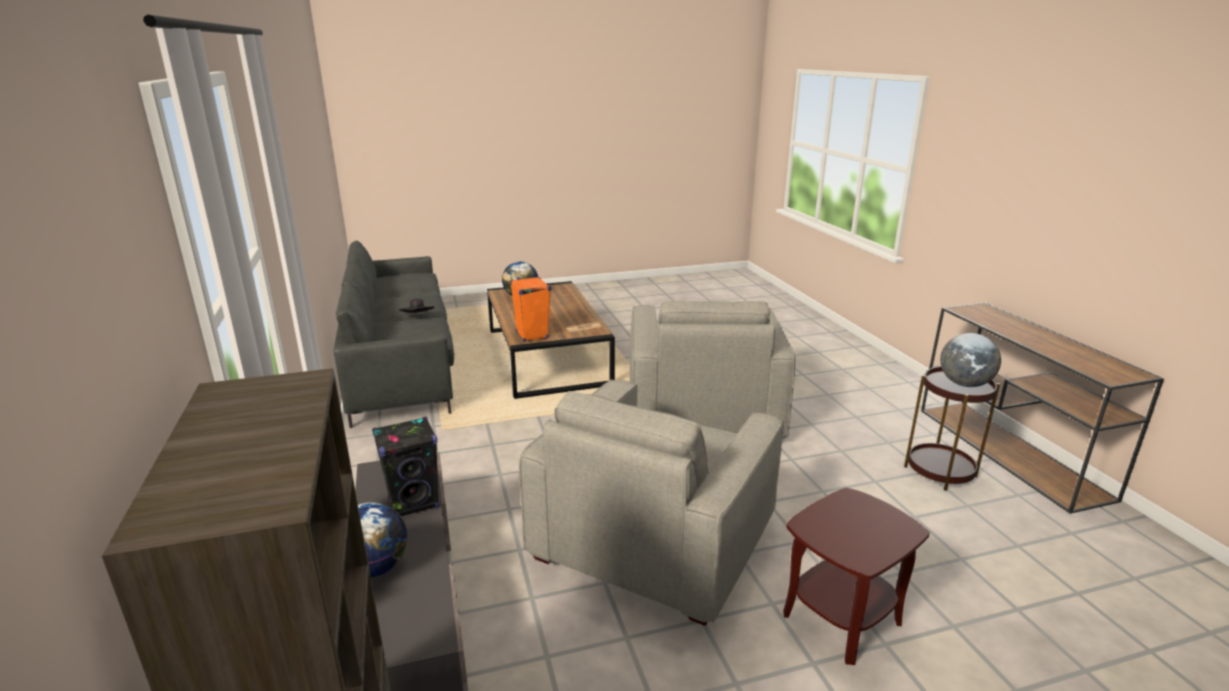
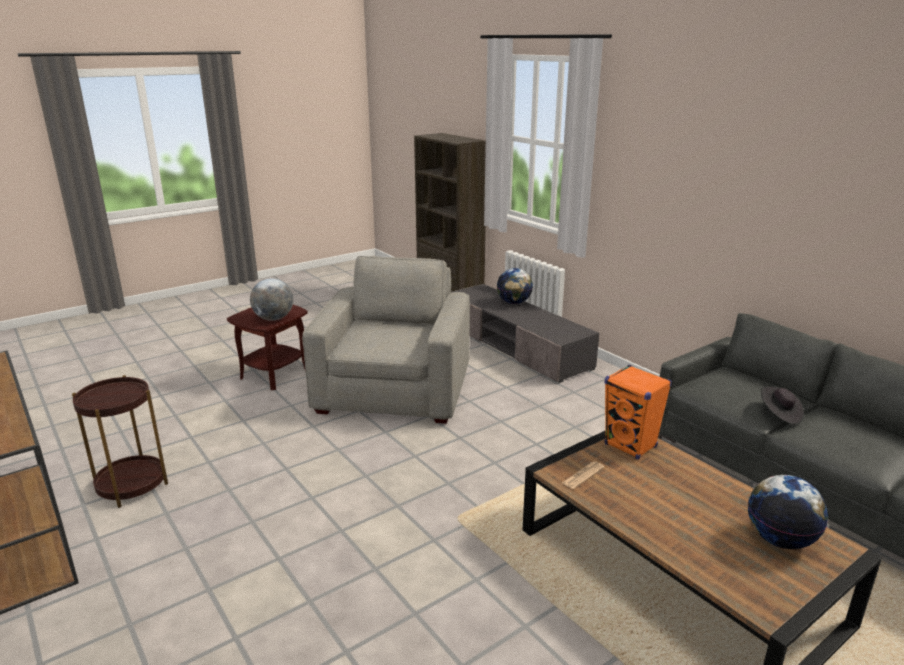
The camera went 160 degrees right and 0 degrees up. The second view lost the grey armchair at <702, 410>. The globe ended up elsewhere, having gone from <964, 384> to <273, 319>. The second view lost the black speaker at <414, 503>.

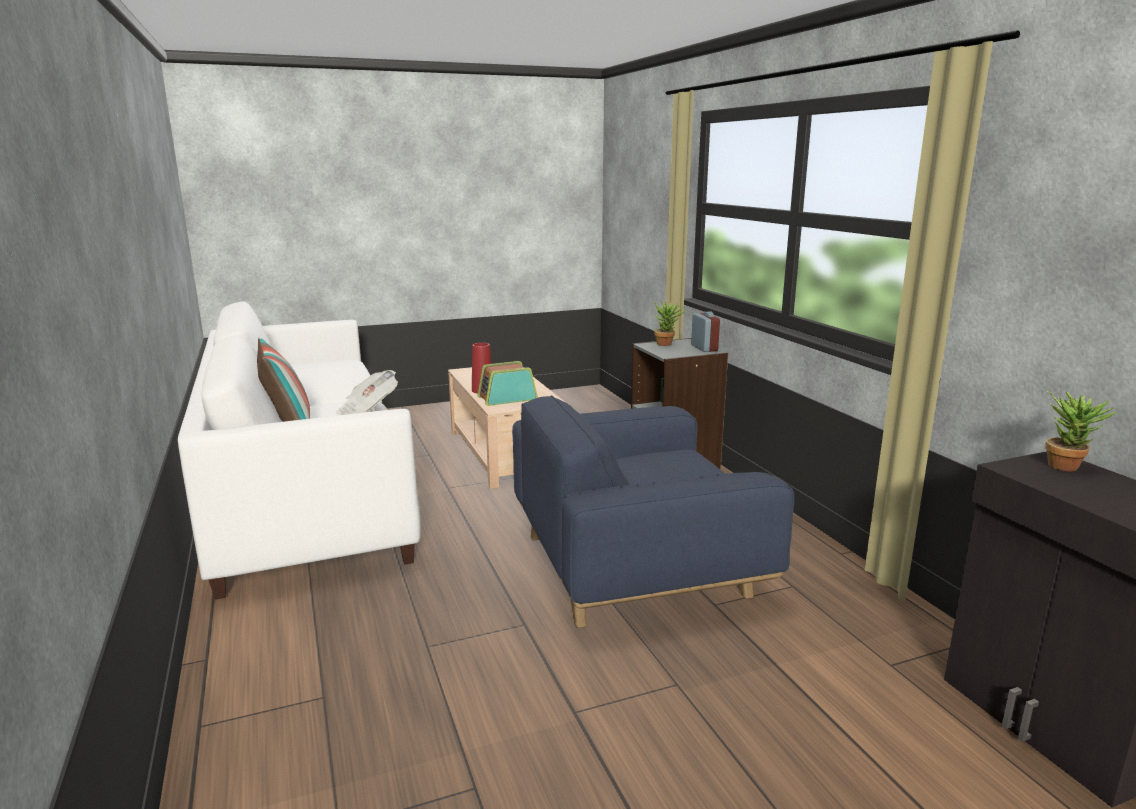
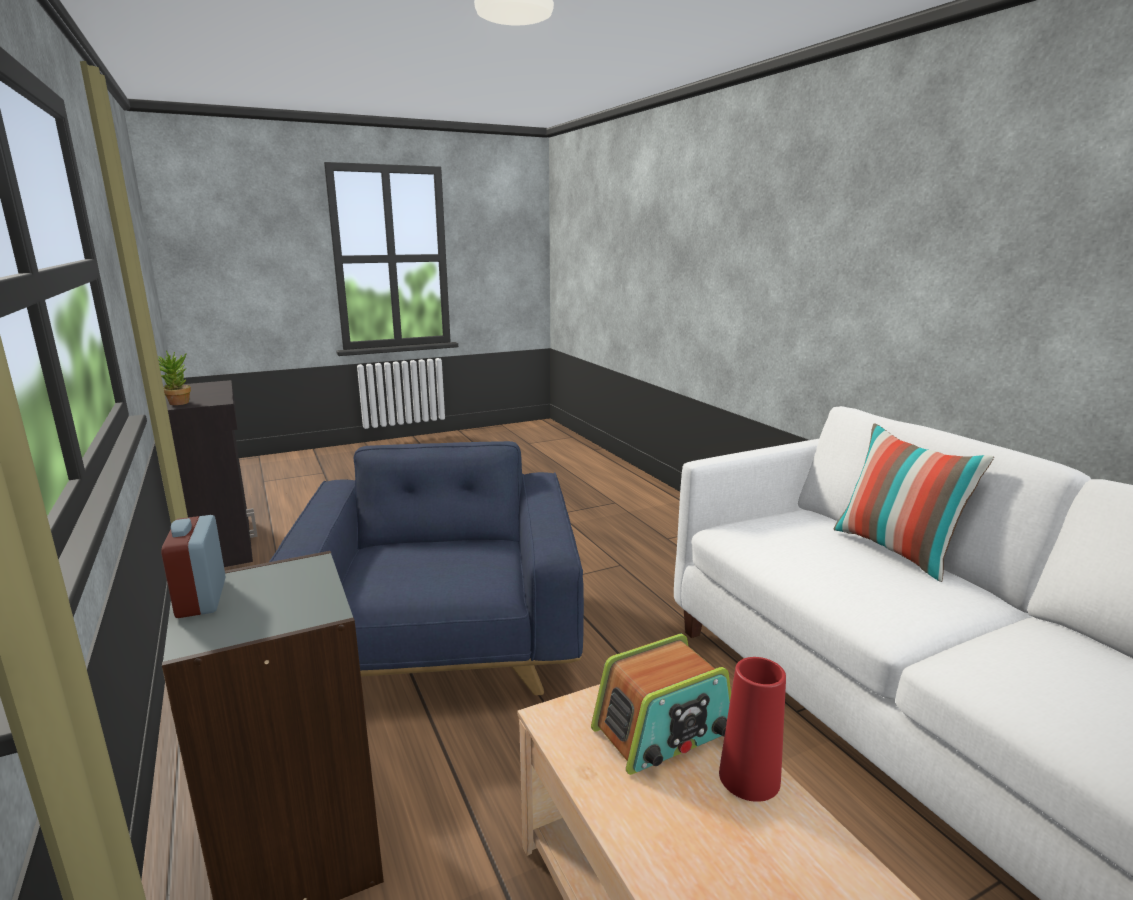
The camera went 175 degrees right and 0 degrees up. The second view lost the potted plant at <667, 344>. The second view lost the newspaper at <368, 409>. The blue armchair at <635, 565> ended up facing another way, 75 degrees counterclockwise from before.

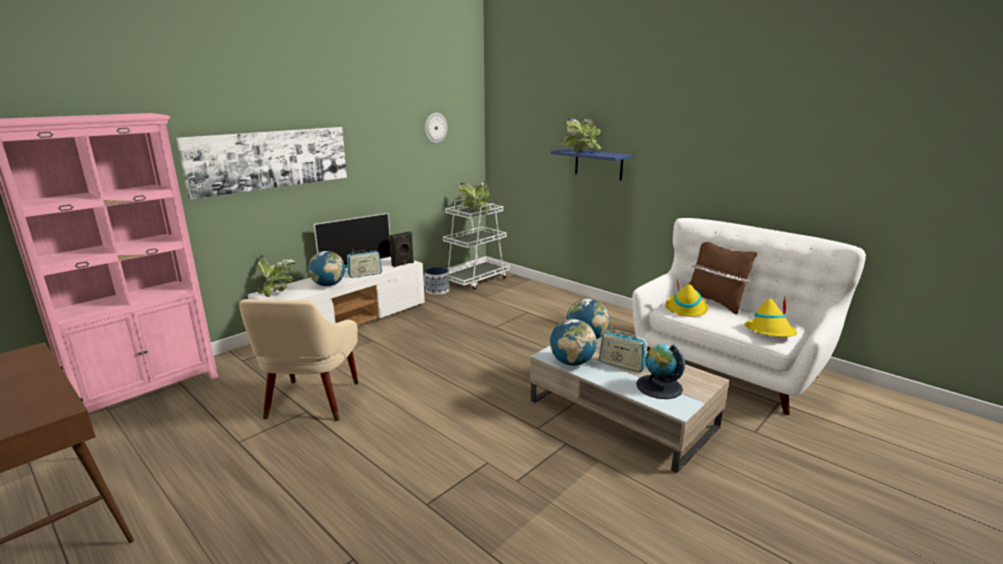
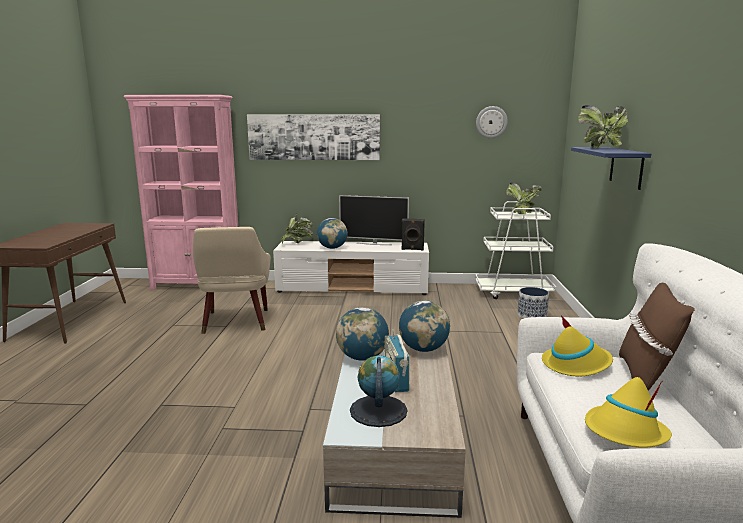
The camera went 50 degrees right and 5 degrees down. The second view lost the radio at <365, 274>. The planter ended up elsewhere, having gone from <437, 291> to <532, 316>. The beige armchair at <310, 404> ended up facing another way, 60 degrees counterclockwise from before.

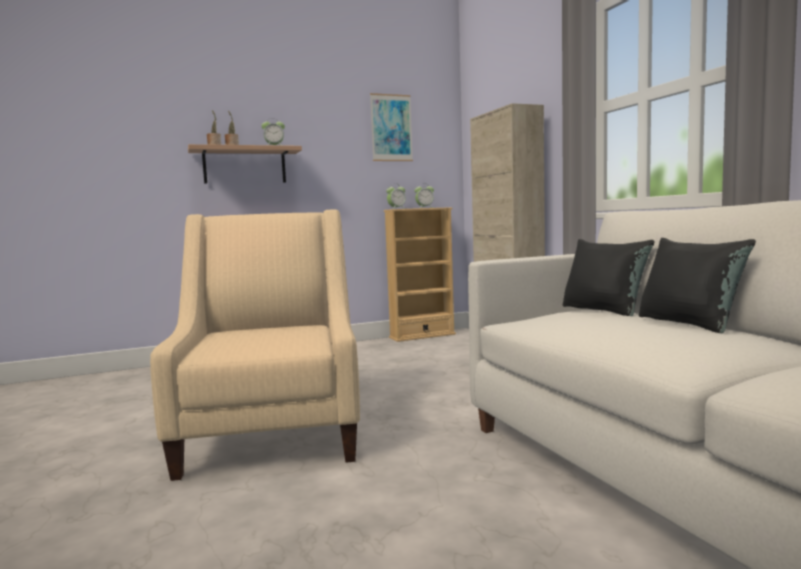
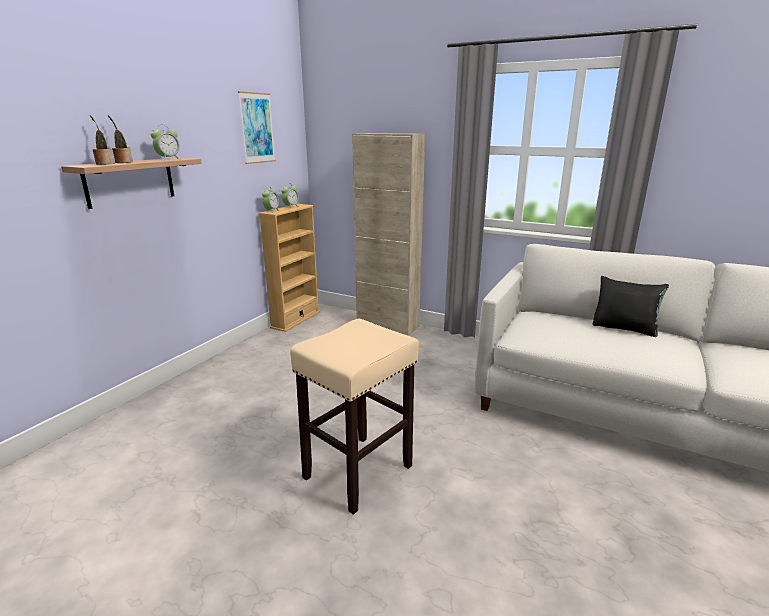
The camera went 40 degrees left and 15 degrees up. Where the beige armchair stood at <272, 434>, the beige stool came to stand at <359, 471>. The second view lost the black pillow at <604, 310>.

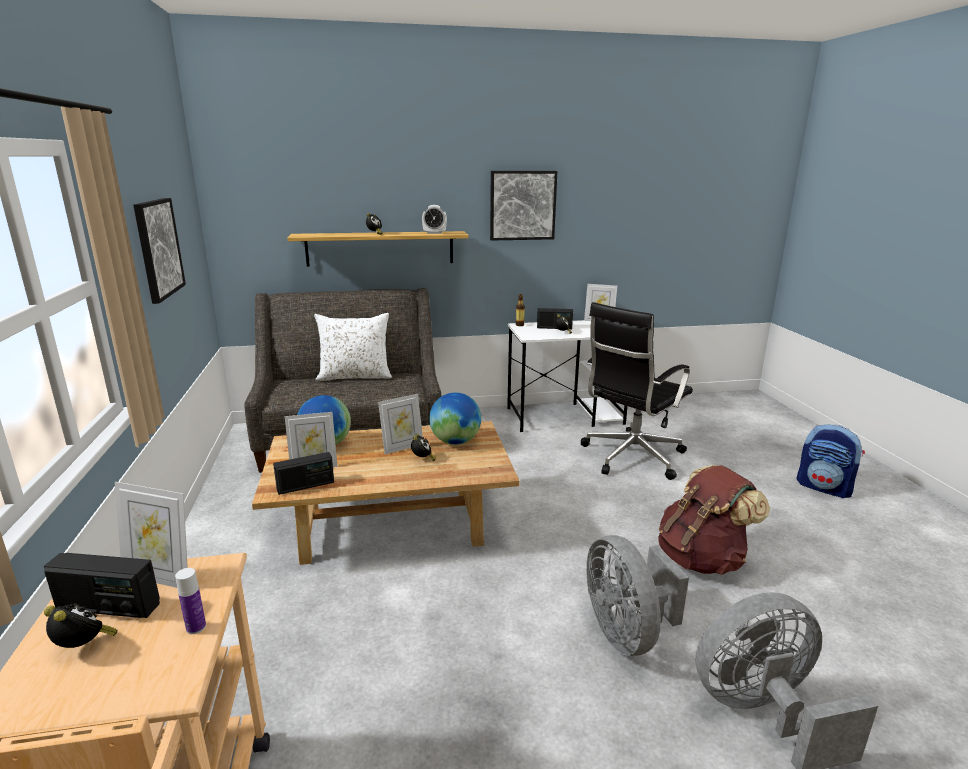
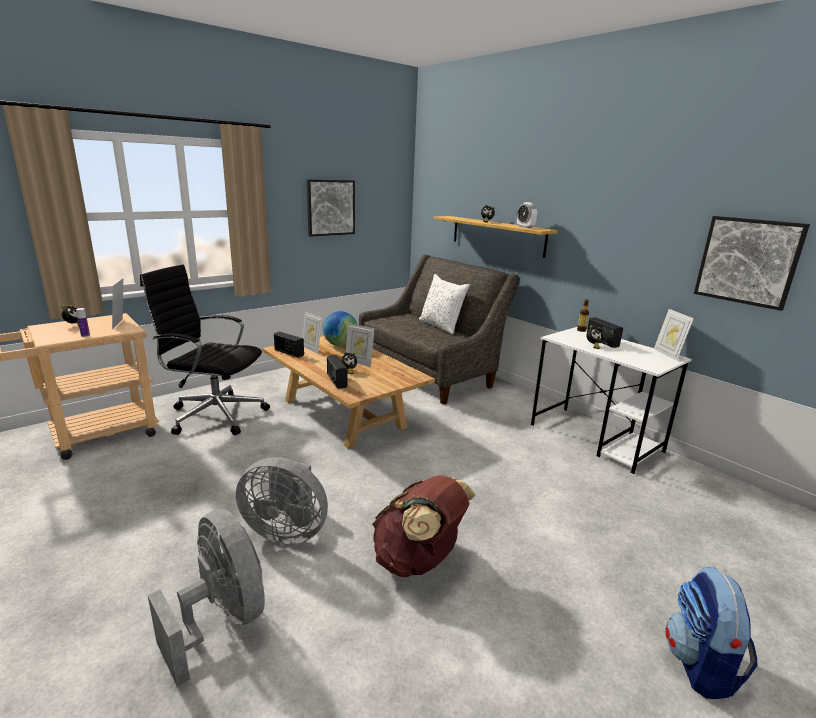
The camera went 60 degrees right and 0 degrees up. The picture ended up elsewhere, having gone from <522, 205> to <748, 261>. The black office chair ended up elsewhere, having gone from <630, 457> to <215, 414>. The second view lost the globe at <455, 442>. The grey fan at <626, 633> ended up facing another way, 120 degrees counterclockwise from before. The radio ended up elsewhere, having gone from <108, 607> to <336, 380>.

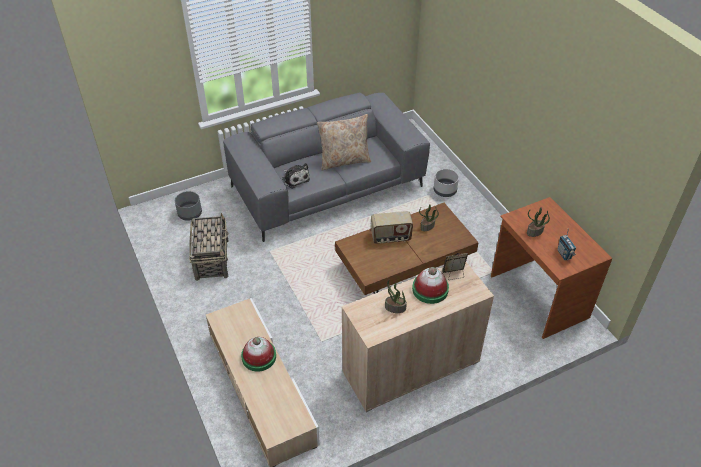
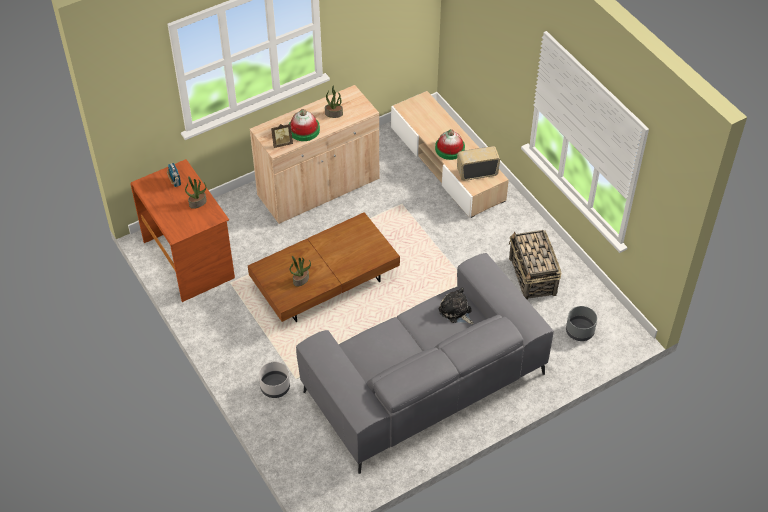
The camera went 175 degrees right and 5 degrees up. The second view lost the beige pillow at <344, 160>. The radio ended up elsewhere, having gone from <391, 237> to <477, 172>.

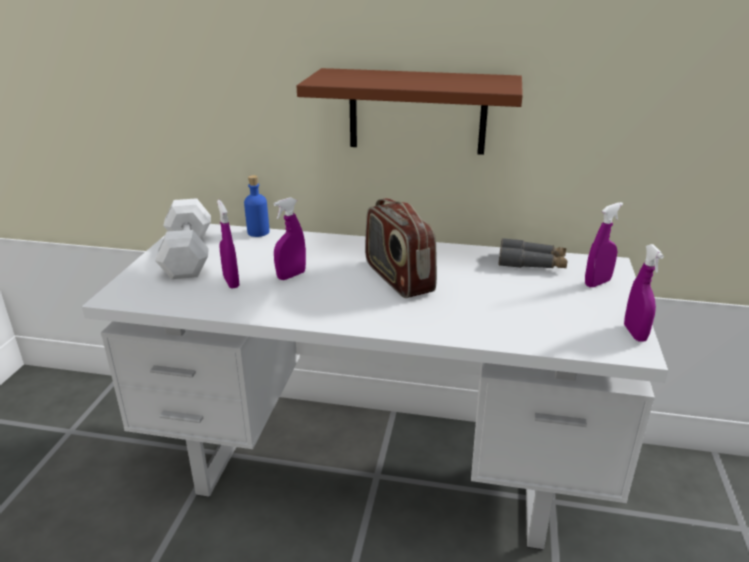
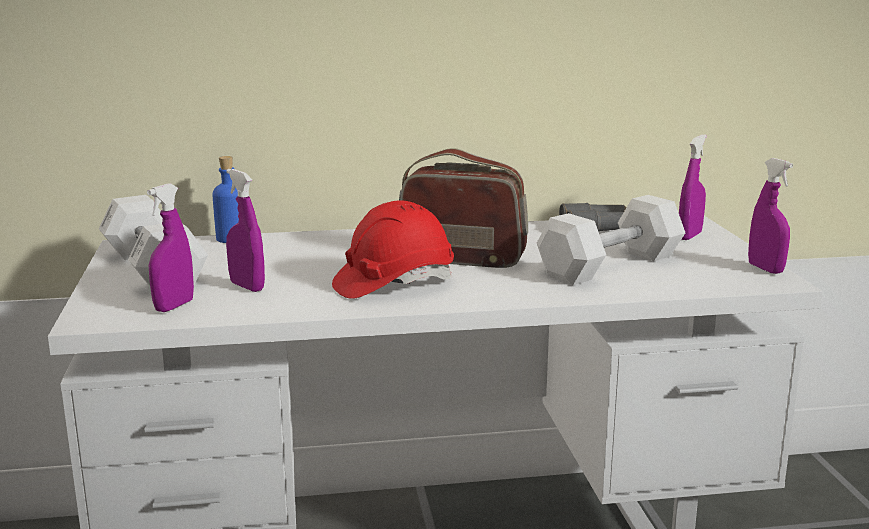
The camera went 20 degrees left and 10 degrees down. The second view lost the brown shelf at <417, 111>. The purple spray bottle ended up elsewhere, having gone from <291, 275> to <174, 306>. The radio at <397, 278> ended up facing another way, 150 degrees clockwise from before. The second view gained the white dumbbell at <610, 266>. The second view gained the red hard hat at <393, 283>.

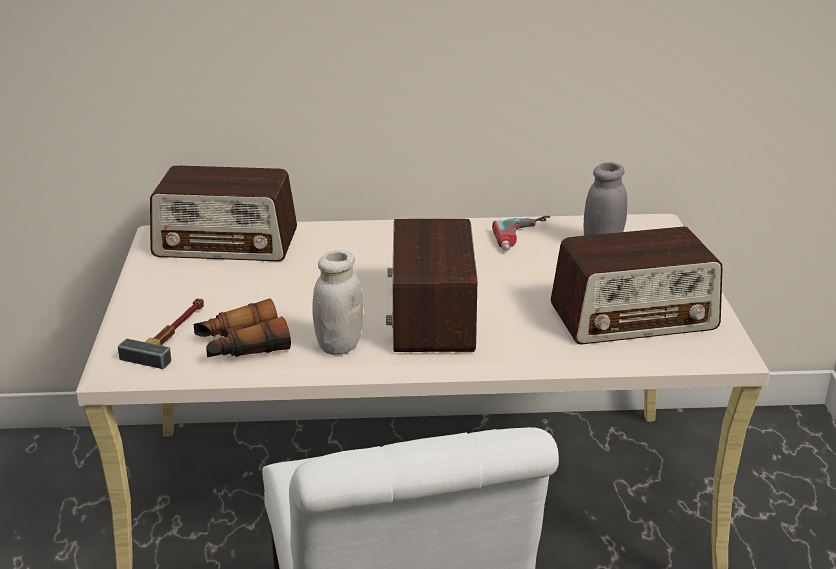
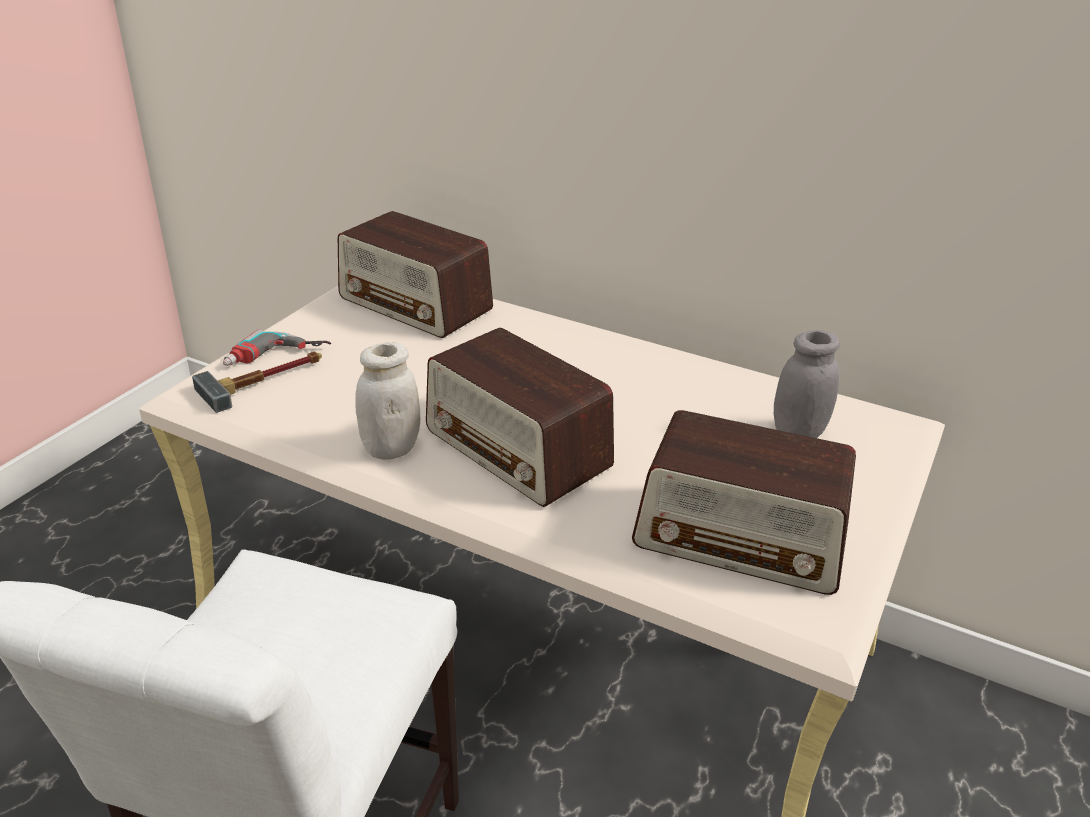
The camera went 30 degrees right and 5 degrees up. The power drill ended up elsewhere, having gone from <526, 238> to <276, 359>. The radio at <432, 315> ended up facing another way, 75 degrees counterclockwise from before. The second view lost the binoculars at <241, 346>.

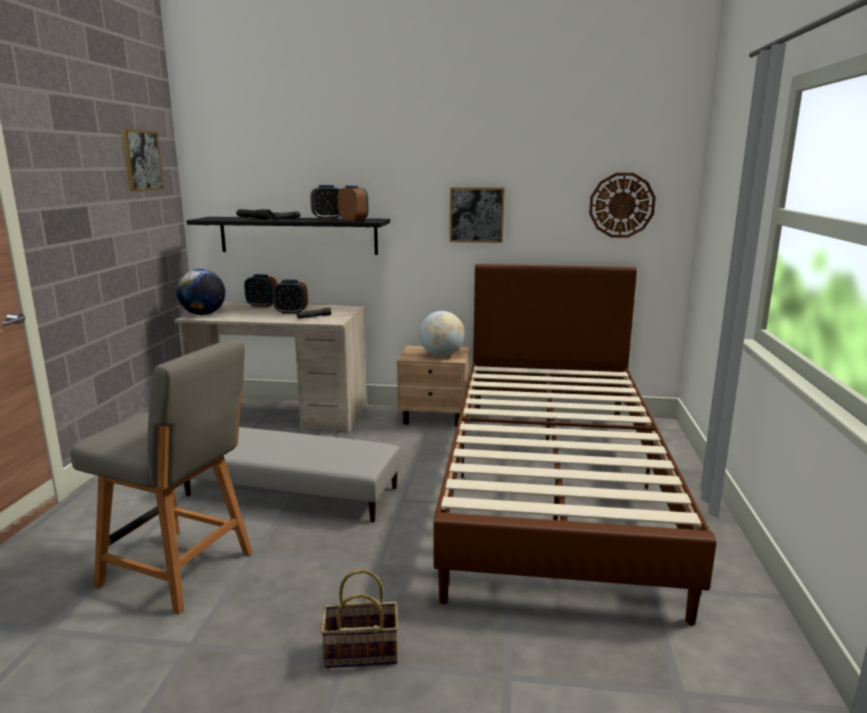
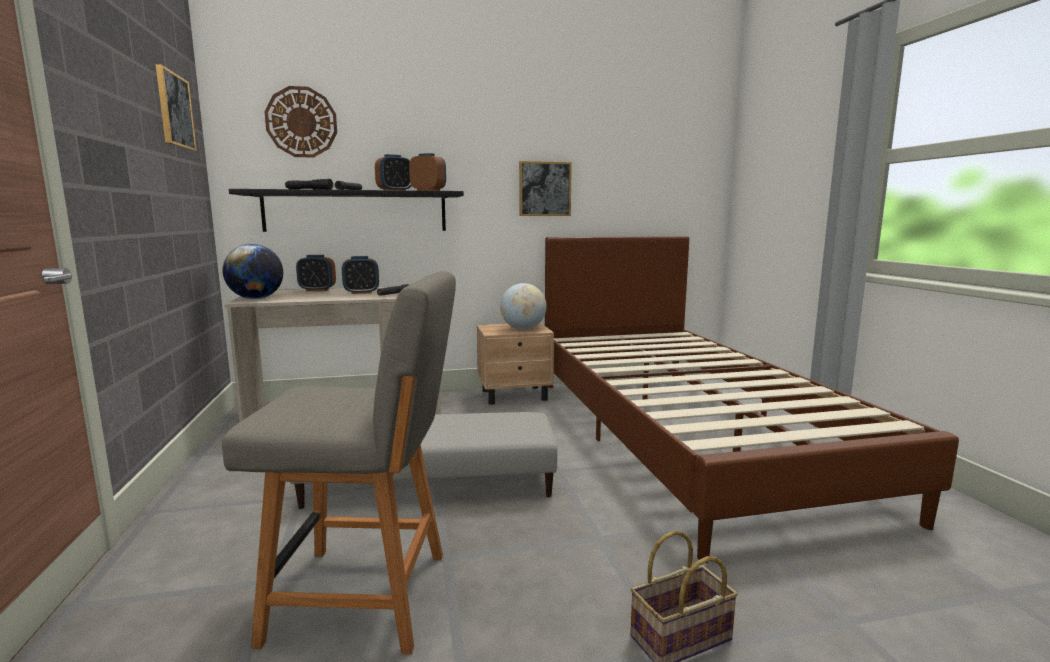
The camera went 20 degrees left and 5 degrees down. The wall clock ended up elsewhere, having gone from <621, 205> to <301, 122>.

